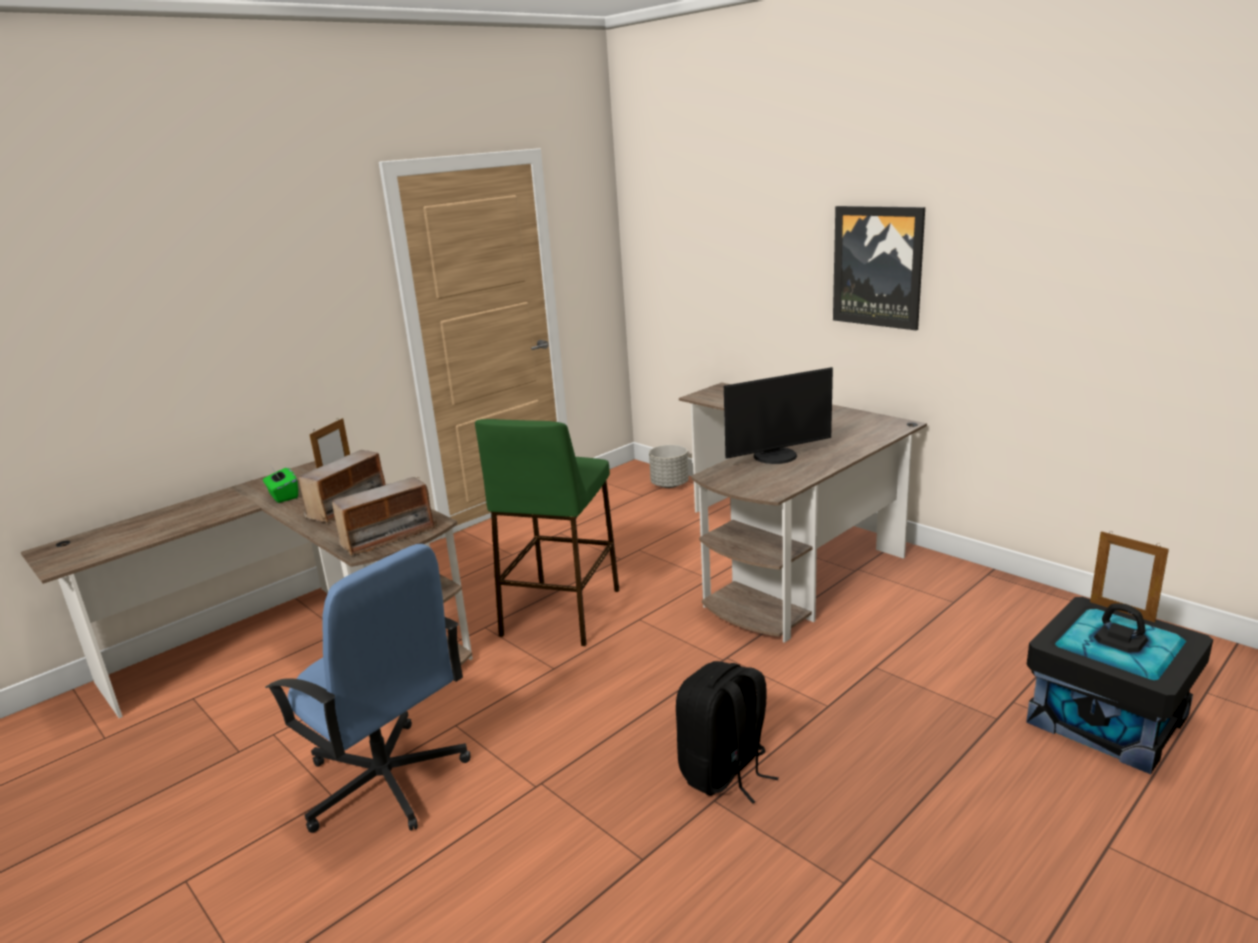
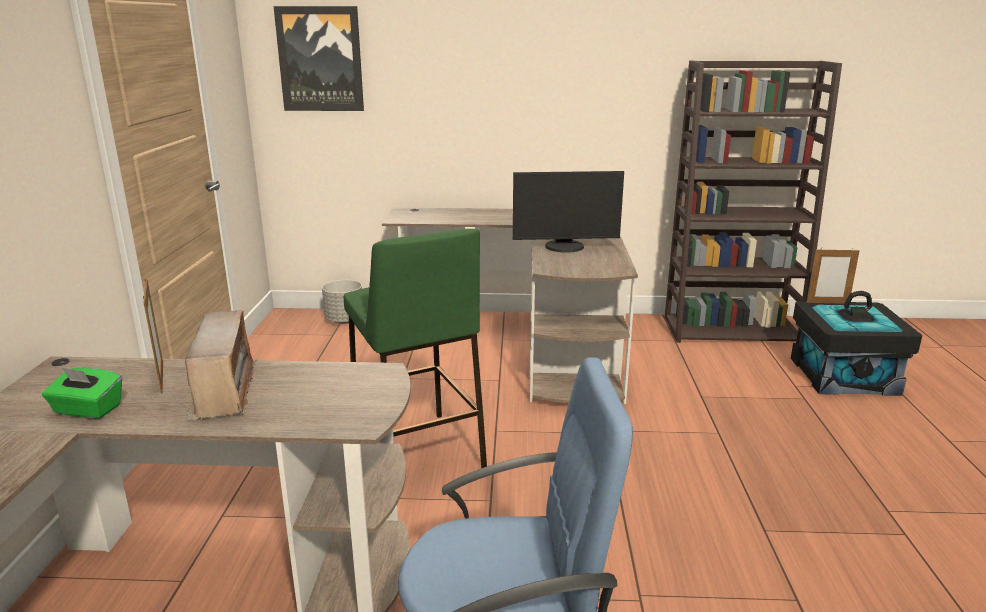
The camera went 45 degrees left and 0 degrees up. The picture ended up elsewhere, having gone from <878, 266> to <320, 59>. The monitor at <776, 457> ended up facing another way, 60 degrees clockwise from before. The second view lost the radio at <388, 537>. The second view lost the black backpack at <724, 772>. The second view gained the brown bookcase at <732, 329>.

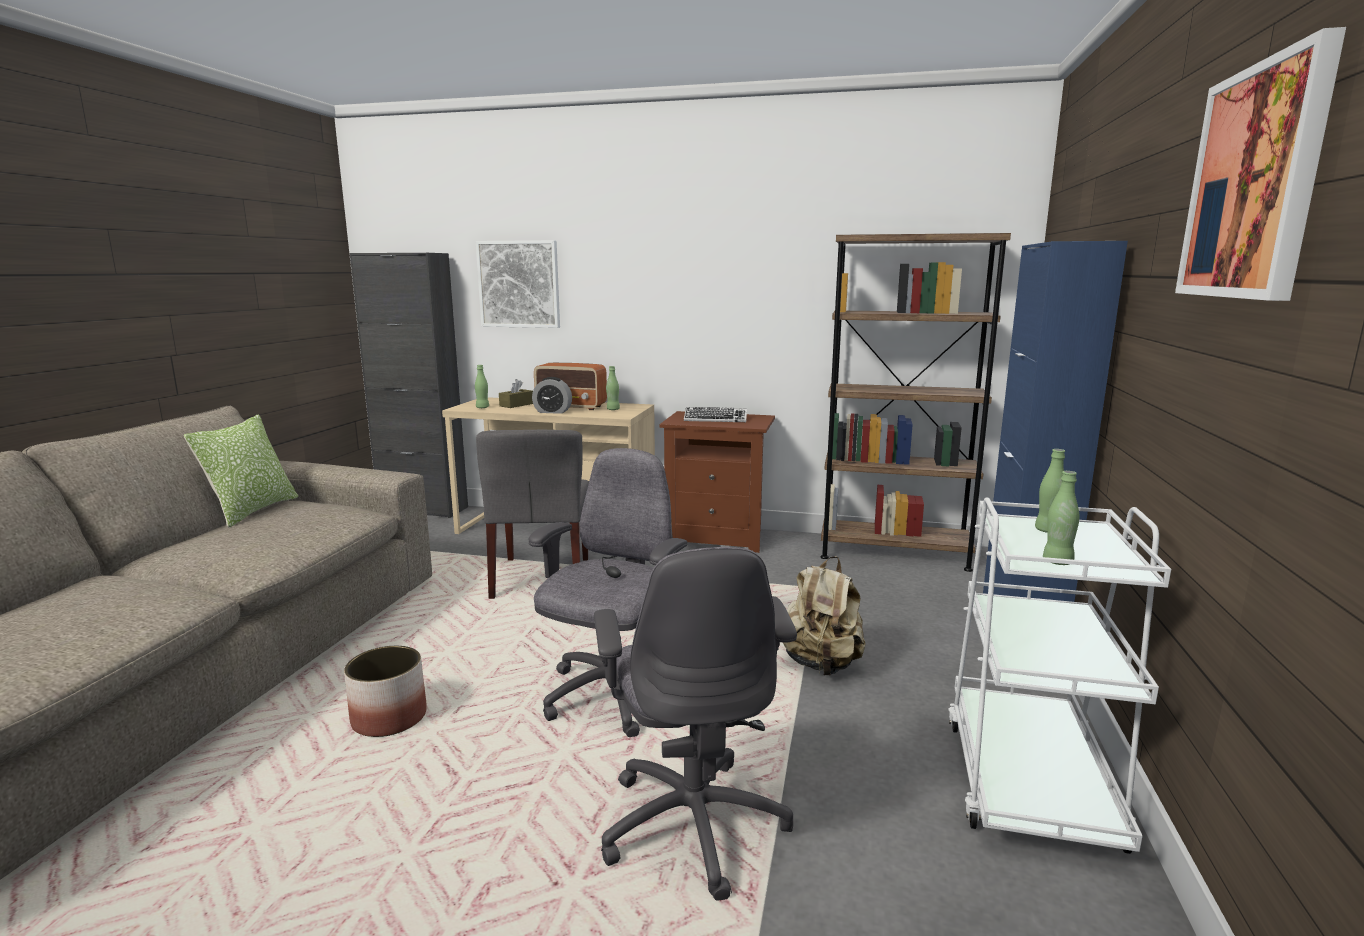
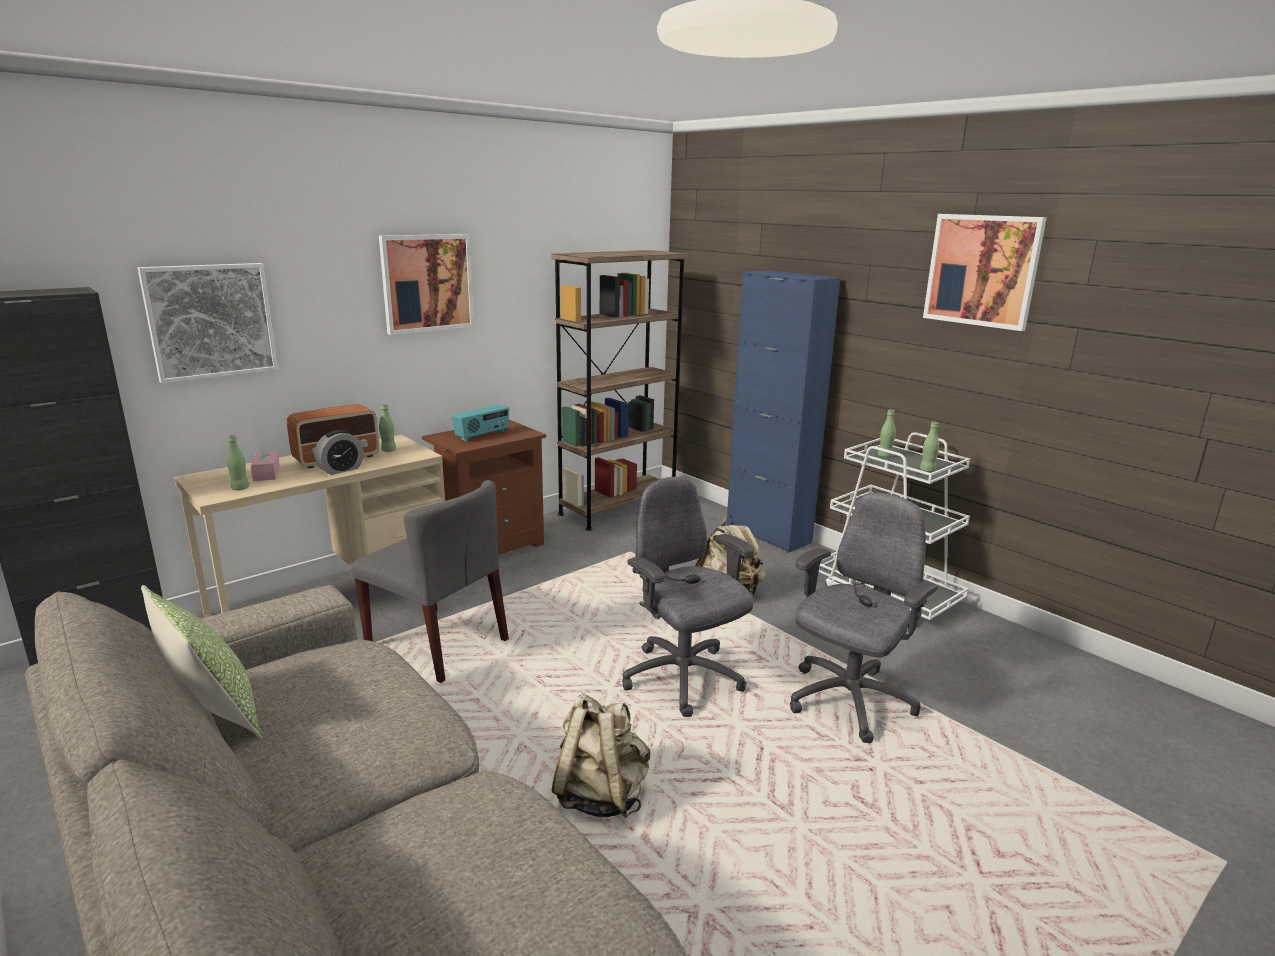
The camera went 55 degrees left and 5 degrees up. What was the brown tissue box at <516, 405> turned into the pink tissue box at <266, 474>. Where the keyboard stood at <715, 419>, the radio came to stand at <482, 435>. The grey office chair at <694, 822> ended up facing another way, 75 degrees counterclockwise from before. Where the planter stood at <389, 718>, the beige backpack came to stand at <601, 795>. The second view gained the picture at <427, 283>.

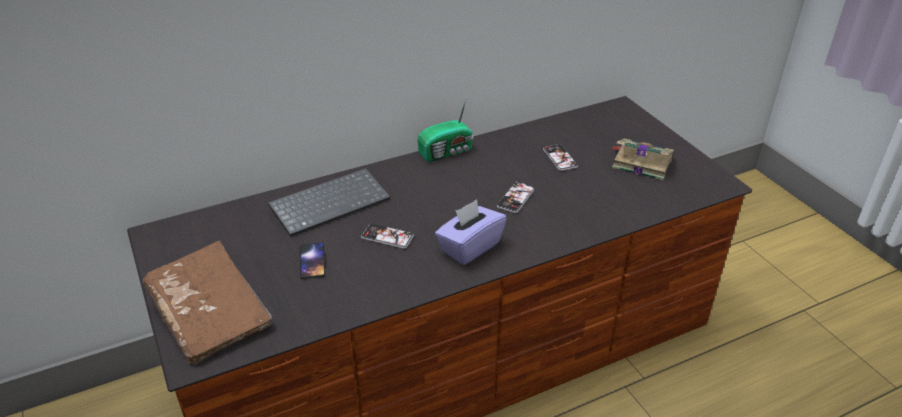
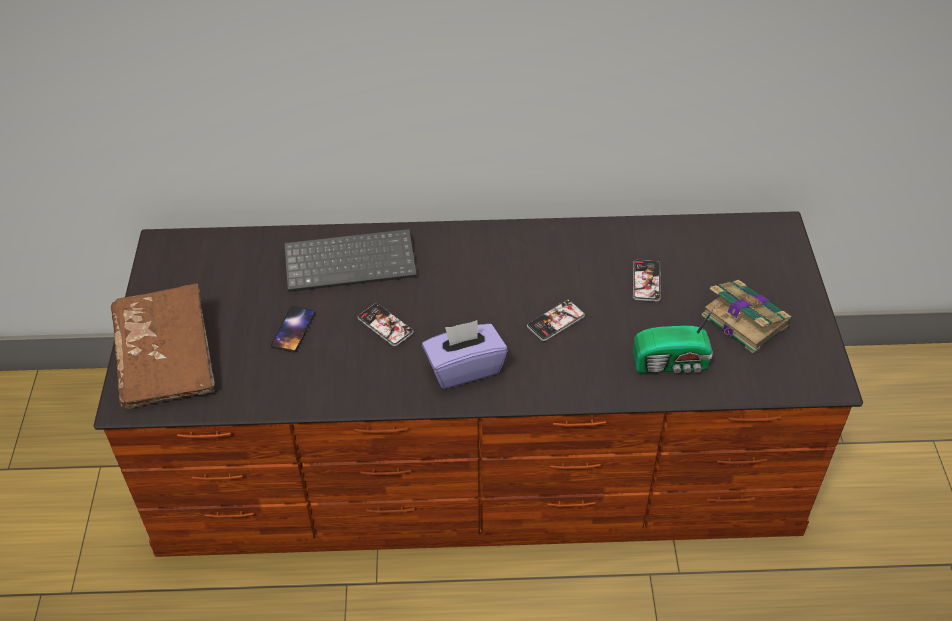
The camera went 25 degrees right and 10 degrees up. The radio ended up elsewhere, having gone from <447, 152> to <672, 363>.

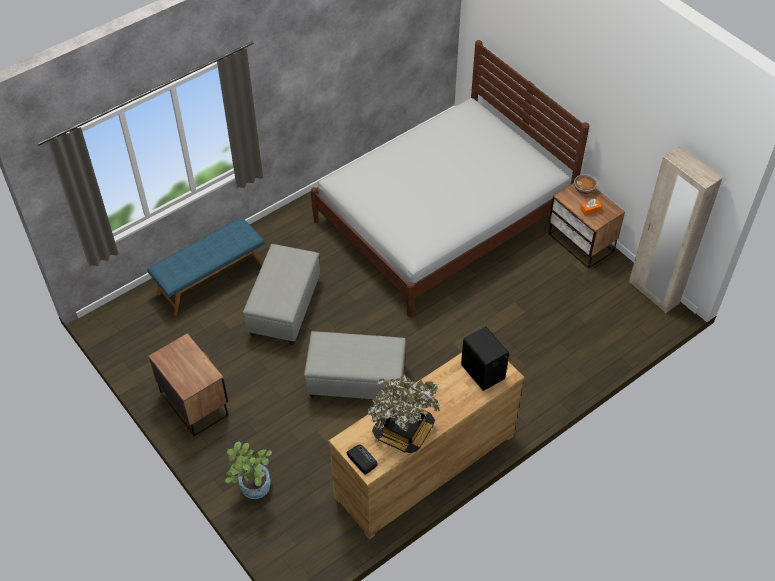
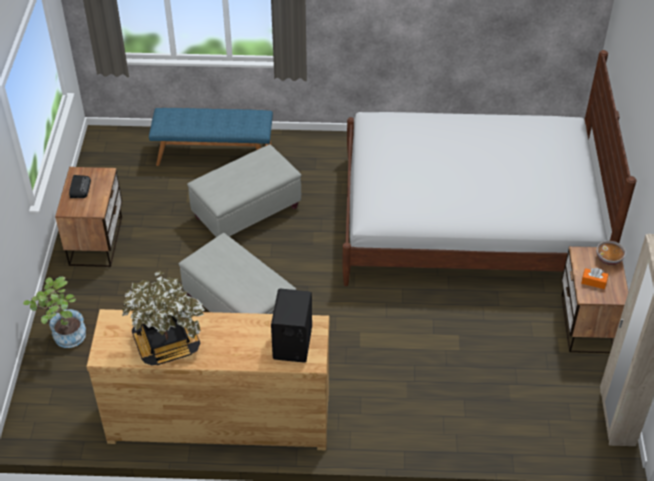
The camera went 40 degrees right and 5 degrees down. The radio ended up elsewhere, having gone from <361, 460> to <80, 188>.

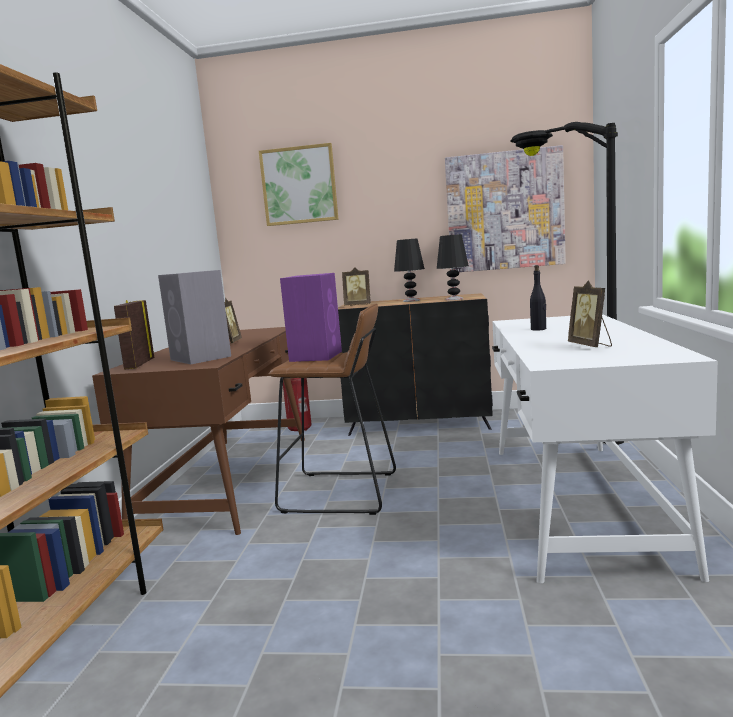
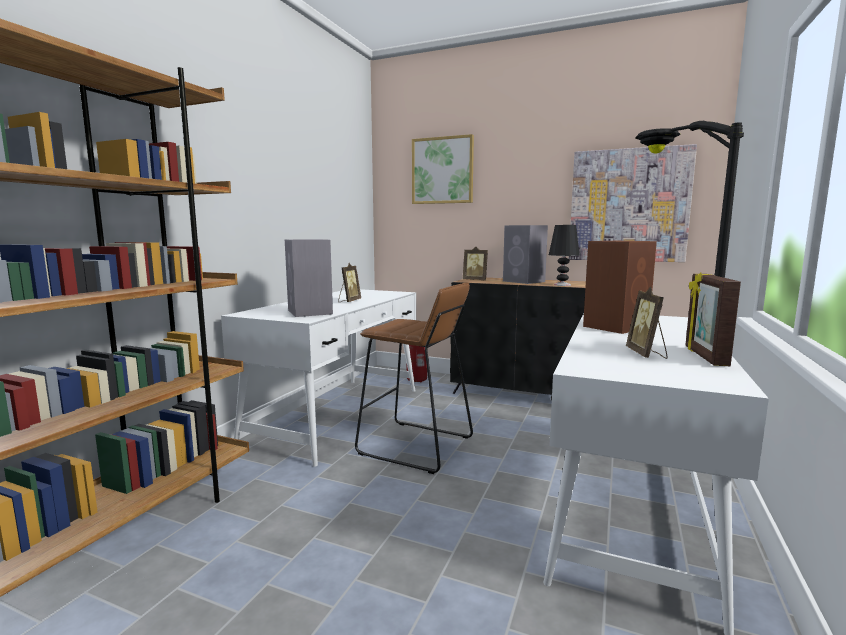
The camera went 15 degrees right and 0 degrees up. Where the black table lamp stood at <411, 300>, the grey speaker came to stand at <524, 281>. Where the black bottle stood at <538, 329>, the brown speaker came to stand at <616, 327>. The second view lost the purple speaker at <316, 356>. The picture frame ended up elsewhere, having gone from <139, 364> to <704, 356>. What was the brown desk at <231, 479> turned into the white desk at <338, 414>.

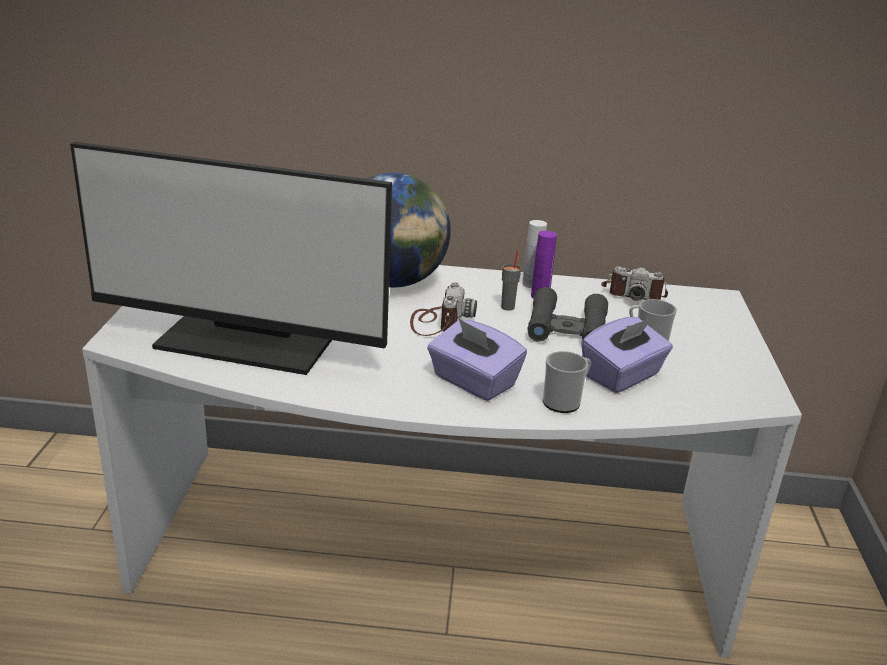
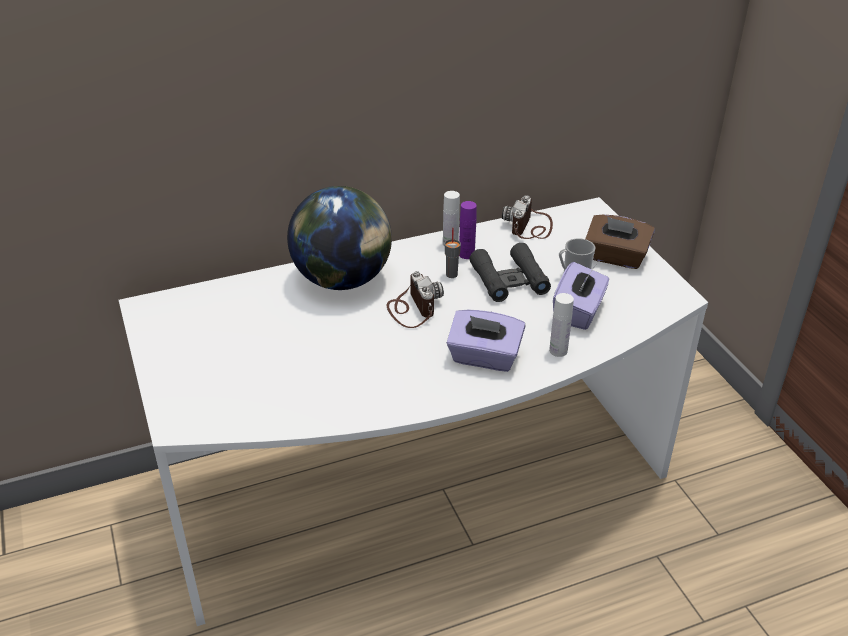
The camera went 25 degrees left and 10 degrees up. The second view lost the monitor at <247, 341>. The photo camera at <633, 293> ended up facing another way, 120 degrees clockwise from before. Where the mug stood at <565, 401>, the white bottle came to stand at <558, 351>. The second view gained the brown tissue box at <616, 257>.

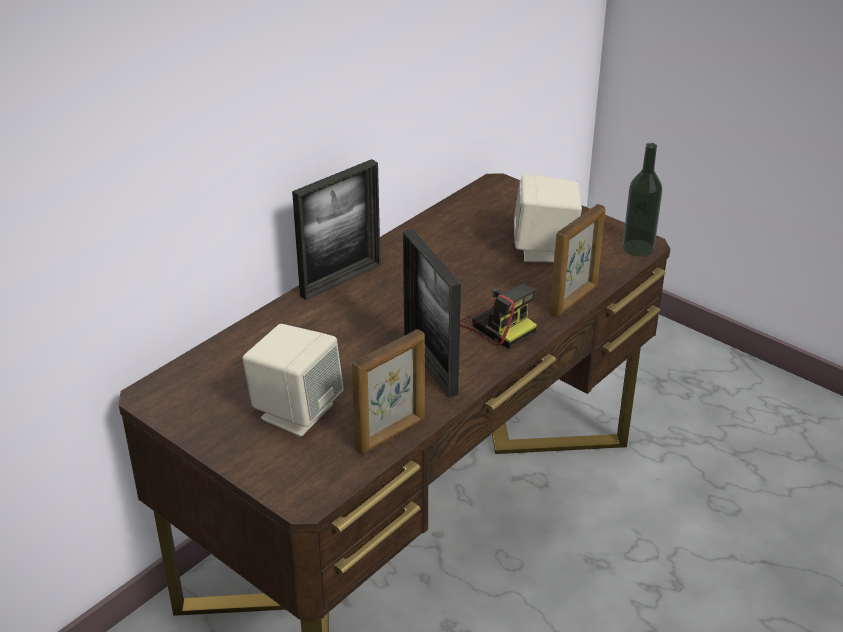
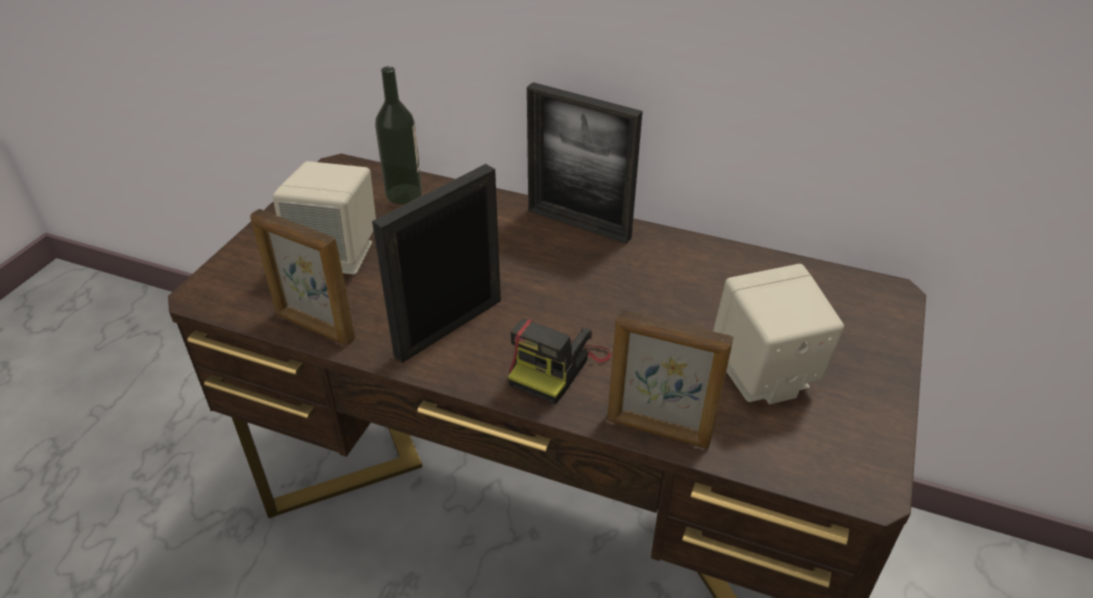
The camera went 70 degrees right and 5 degrees up. The bottle ended up elsewhere, having gone from <638, 248> to <404, 194>.

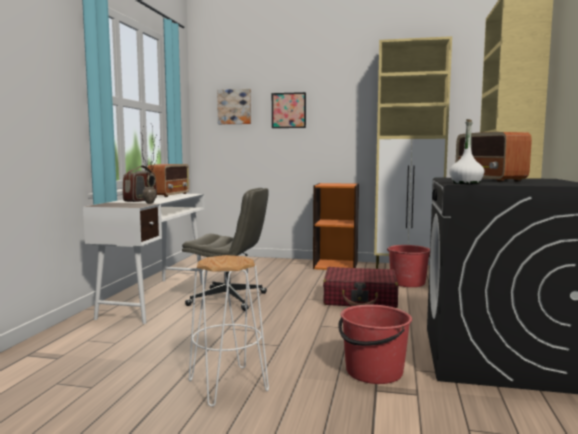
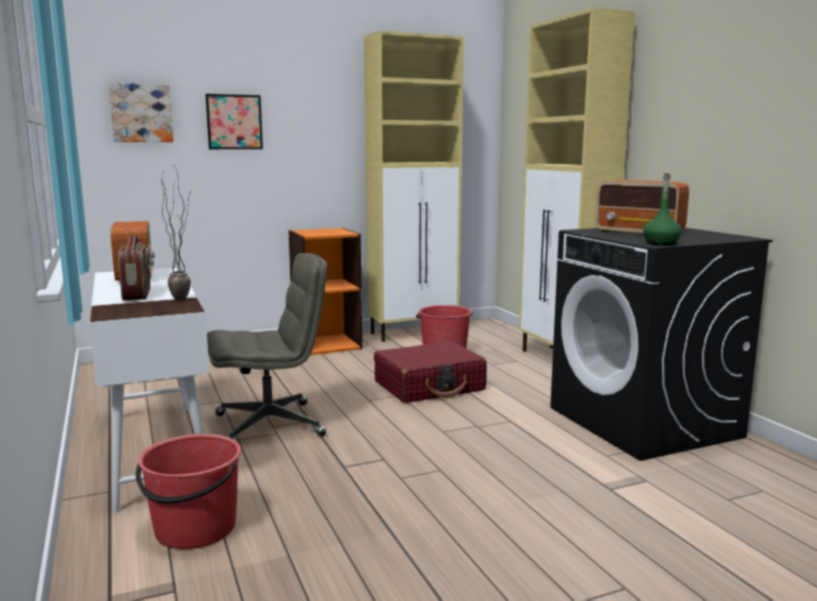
The camera went 35 degrees left and 5 degrees up. What was the white bottle at <466, 183> turned into the green bottle at <661, 243>. The second view lost the white stool at <227, 385>. The red bucket ended up elsewhere, having gone from <373, 372> to <195, 529>.

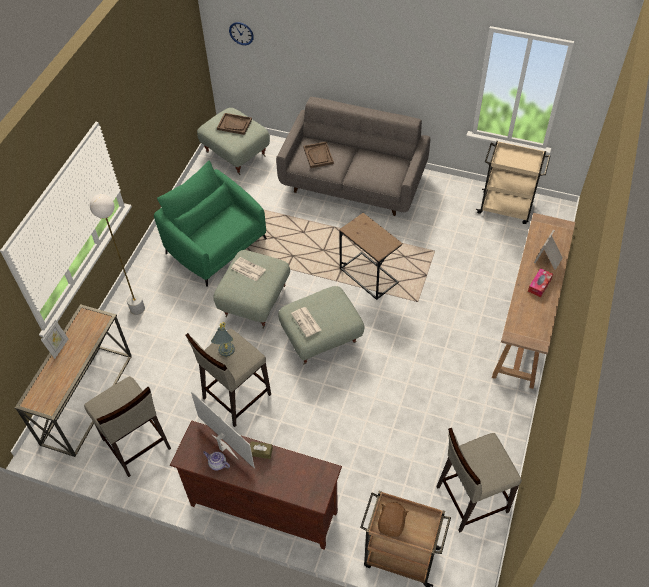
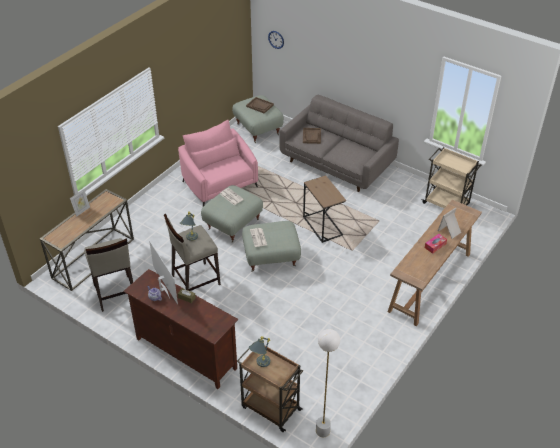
The camera went 15 degrees right and 10 degrees down. What was the green armchair at <215, 245> turned into the pink armchair at <220, 183>. The white floor lamp ended up elsewhere, having gone from <137, 309> to <322, 431>. The second view lost the beige stool at <471, 499>. Where the brown plush toy stood at <392, 524>, the grey table lamp came to stand at <260, 365>.

